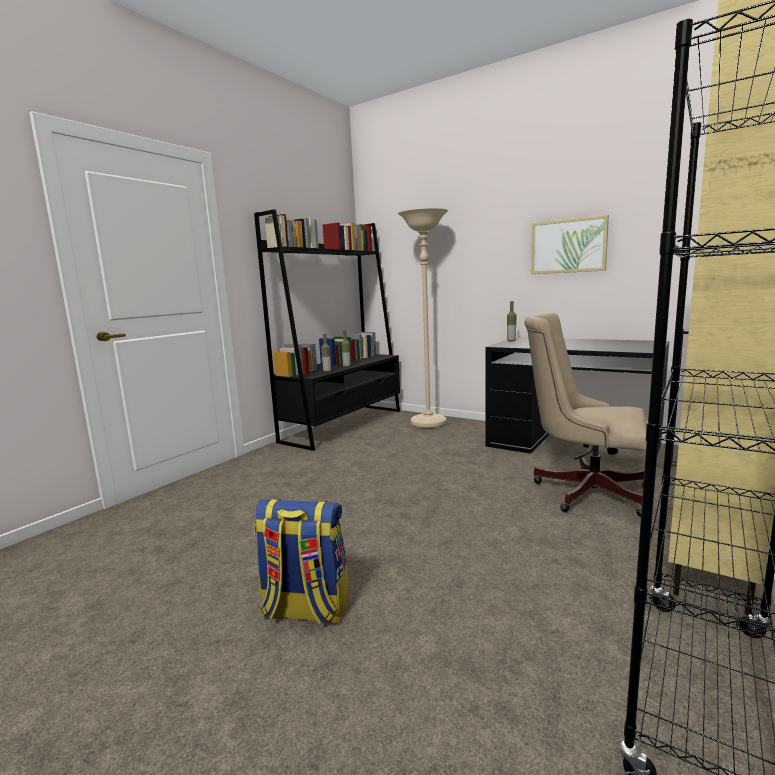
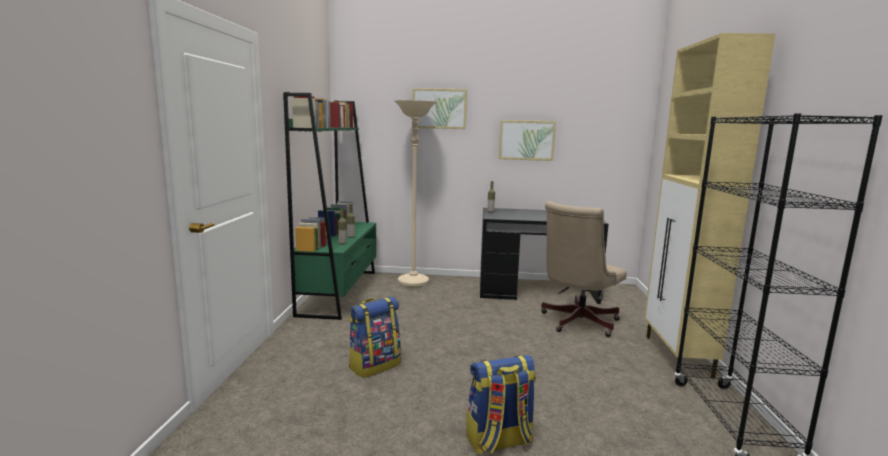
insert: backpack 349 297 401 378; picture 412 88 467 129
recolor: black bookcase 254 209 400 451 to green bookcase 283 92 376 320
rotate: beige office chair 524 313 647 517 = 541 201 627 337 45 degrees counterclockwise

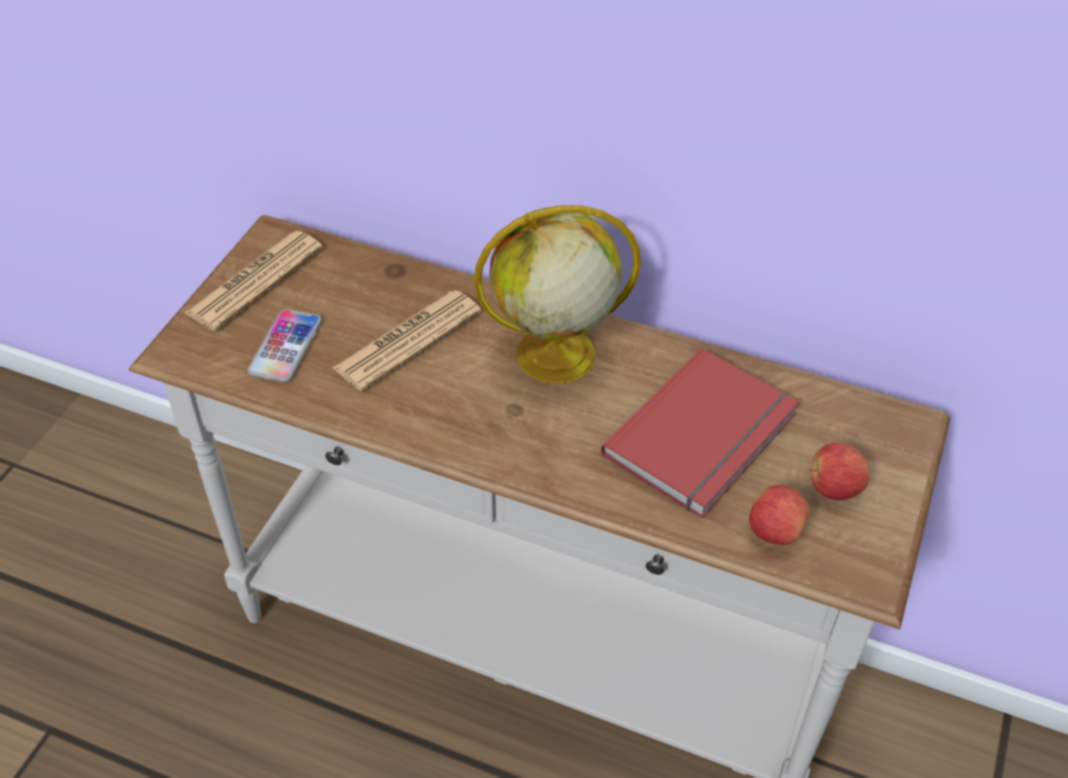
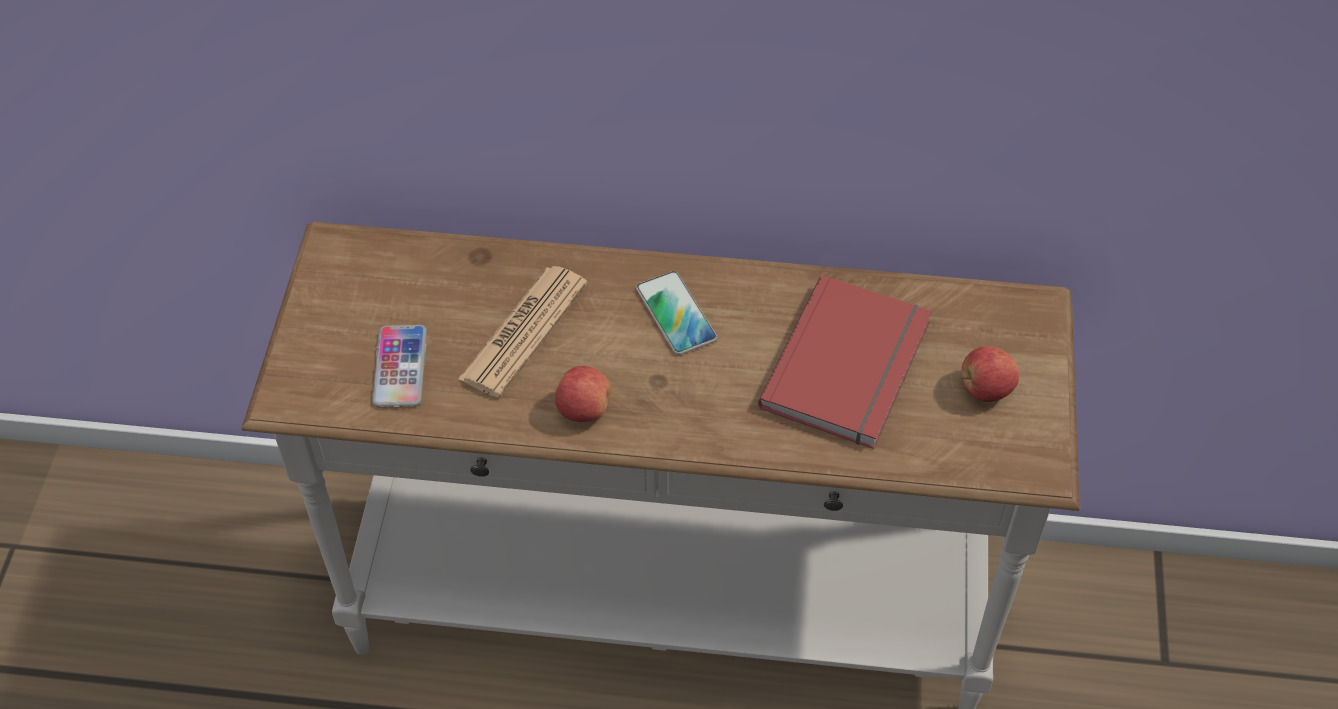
delete: newspaper 185 231 323 331
move: apple 749 485 810 545 to 555 366 611 422
replace: globe 474 205 641 384 to phone 636 271 717 355

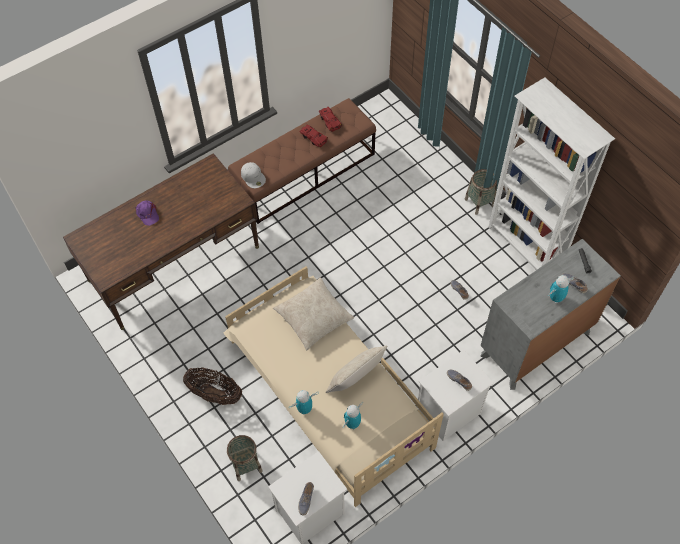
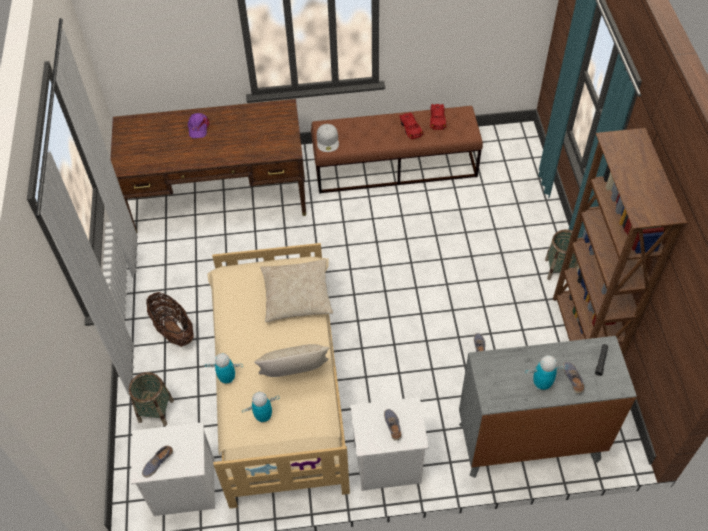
recolor: white bookcase 488 77 615 270 to brown bookcase 553 128 687 357

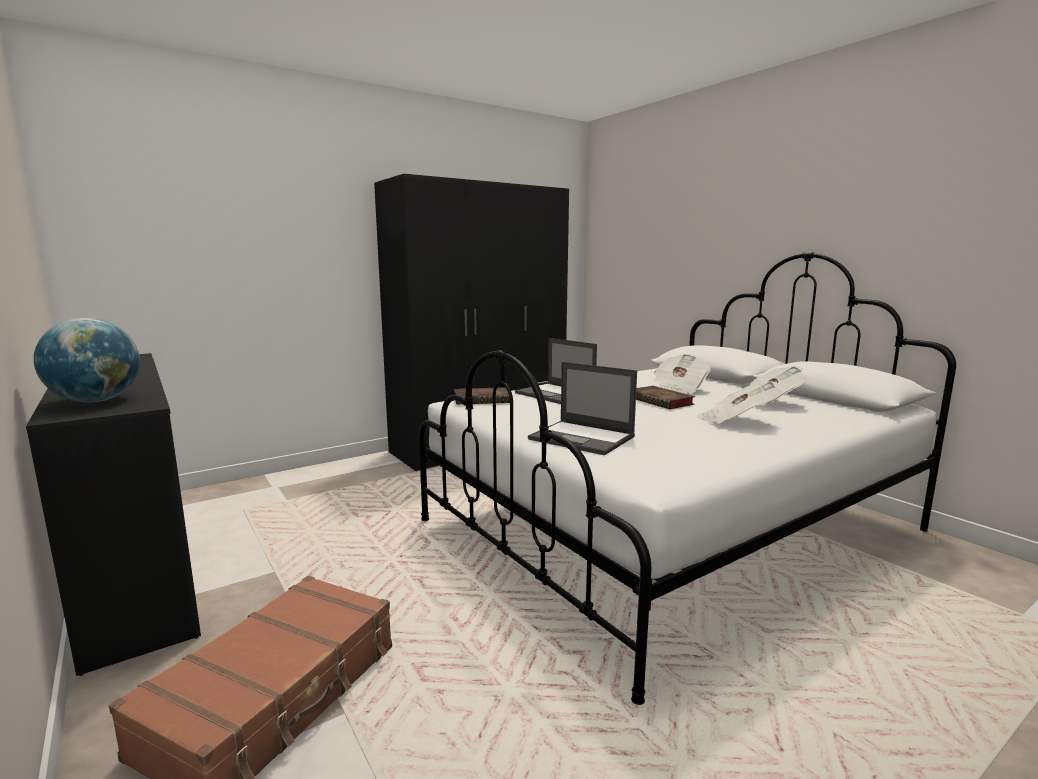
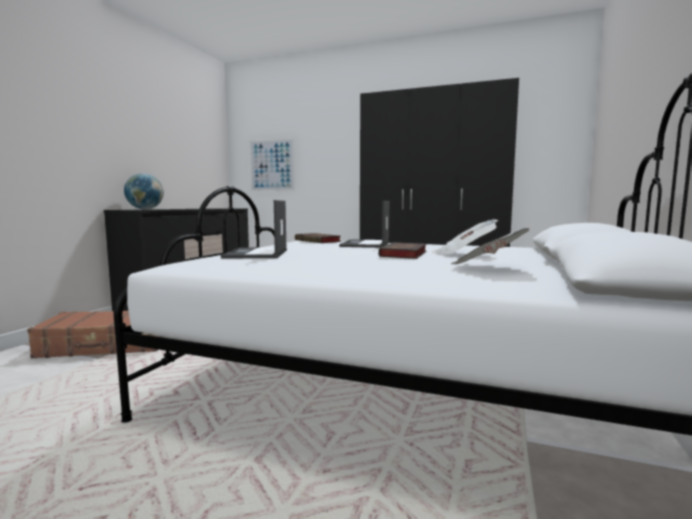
delete: newspaper 697 381 778 424
insert: picture 250 138 295 191

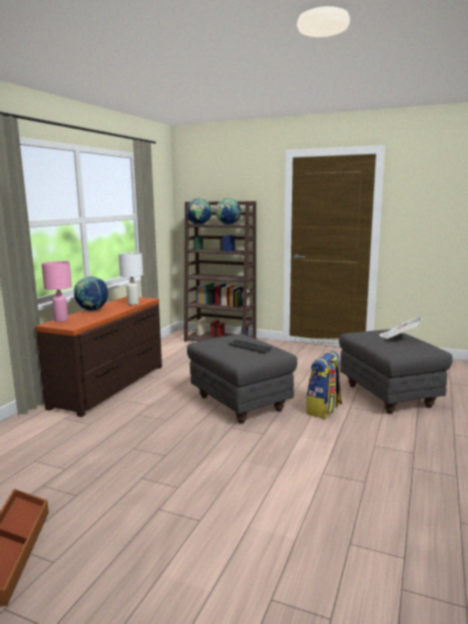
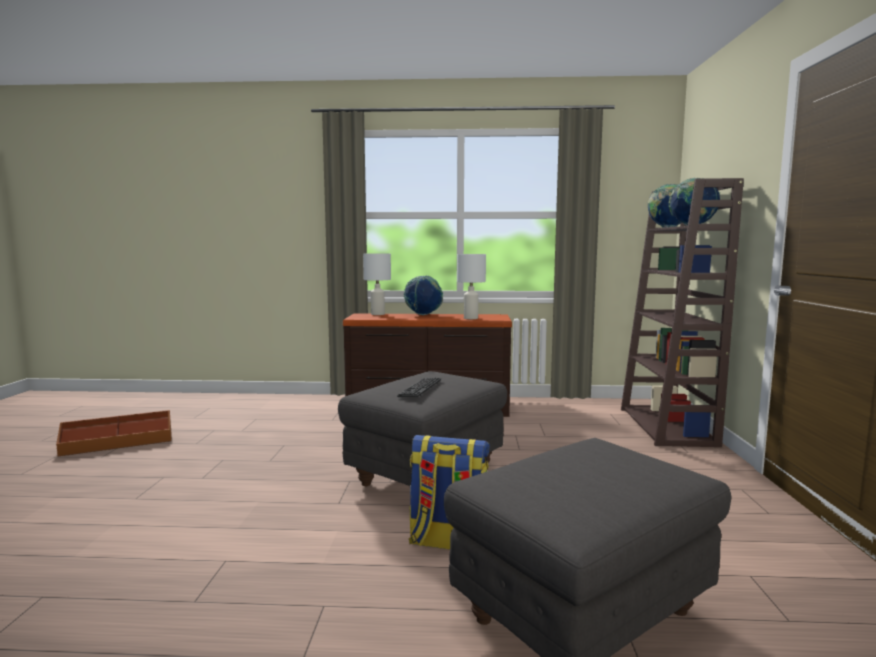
delete: newspaper 379 317 423 339
recolor: pink table lamp 42 261 72 322 to white table lamp 363 253 391 315

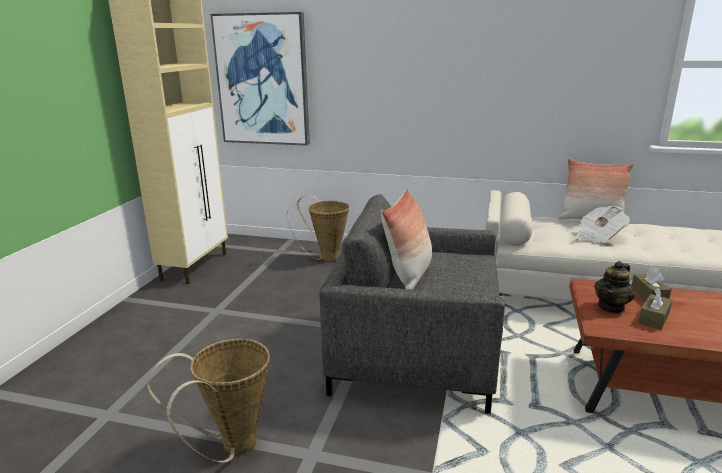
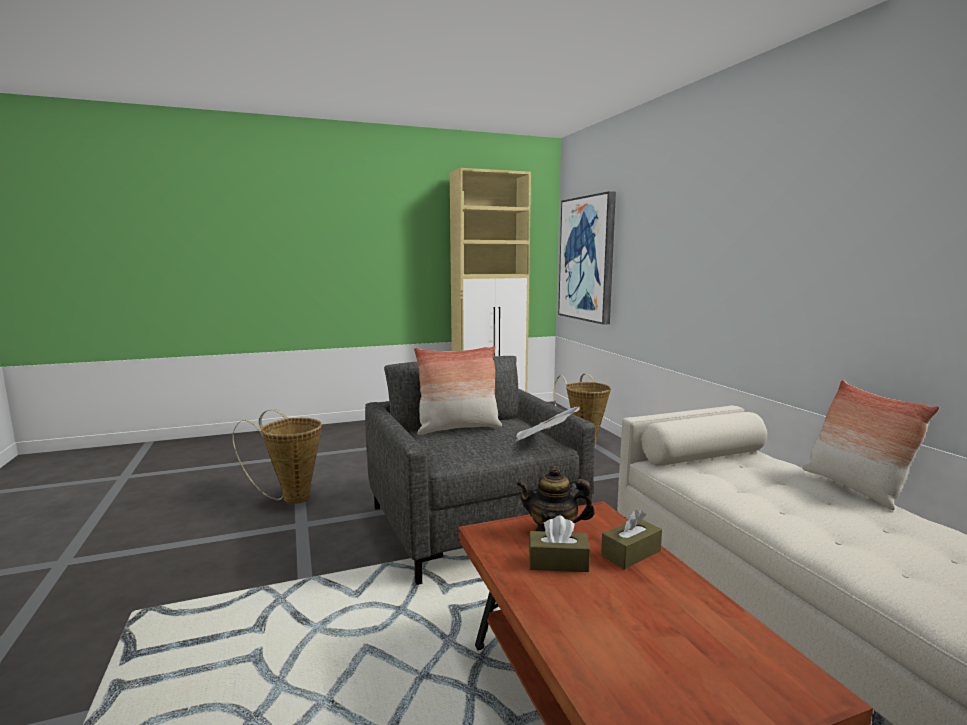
move: newspaper 576 206 630 243 to 515 407 580 442

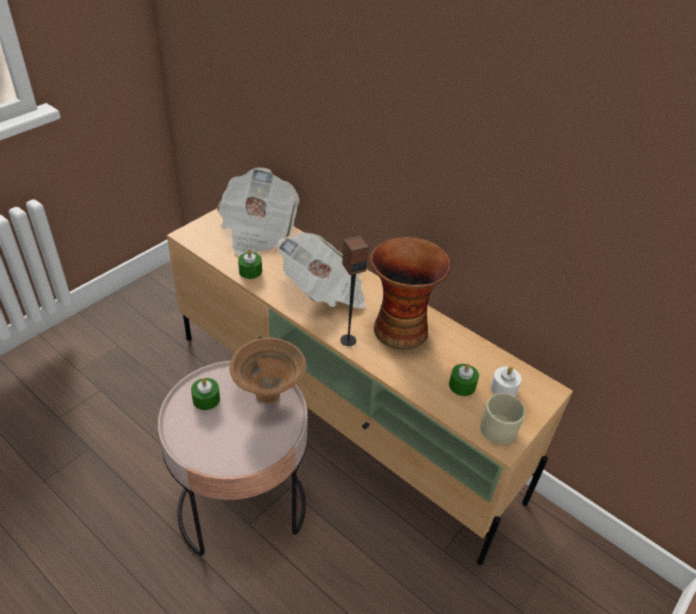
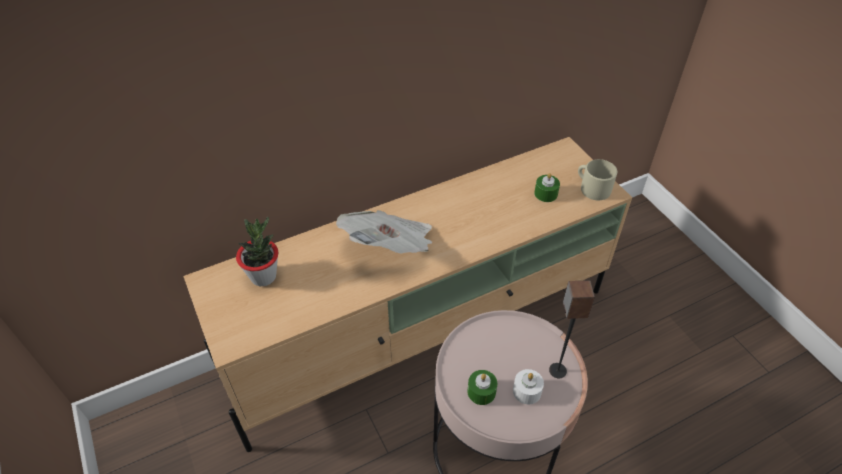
delete: brown bowl 230 337 307 403; green candle 238 249 262 279; vase 370 237 451 349
move: white candle 490 367 521 397 to 513 369 544 404; speaker 340 236 369 346 to 549 280 595 378
replace: newspaper 218 168 300 256 to potted plant 236 217 278 286

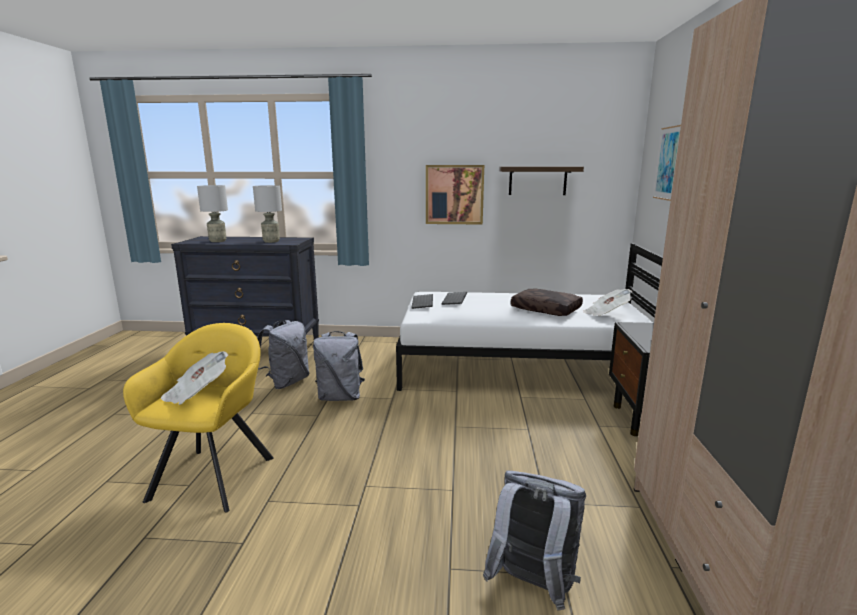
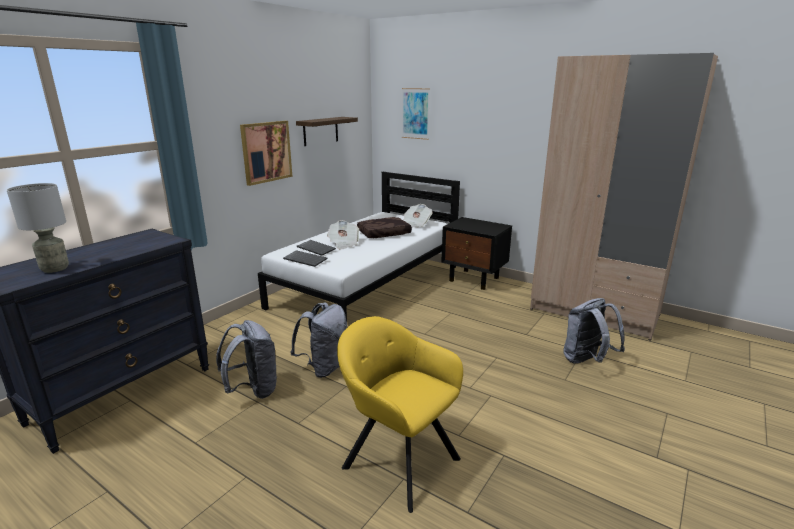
delete: grey table lamp 253 185 282 243
move: newspaper 161 351 228 405 to 327 220 360 249

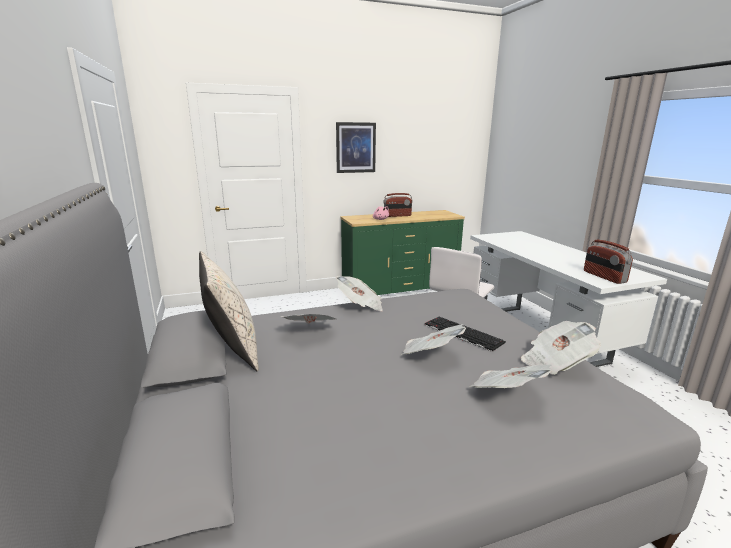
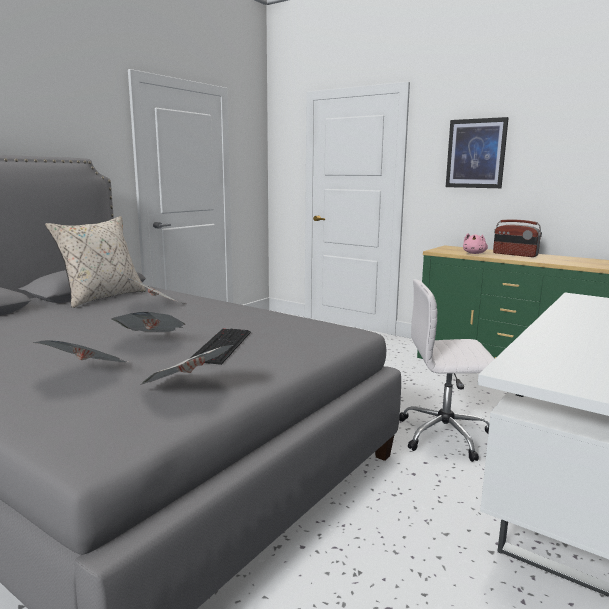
delete: newspaper 336 276 383 311; radio 584 240 633 284

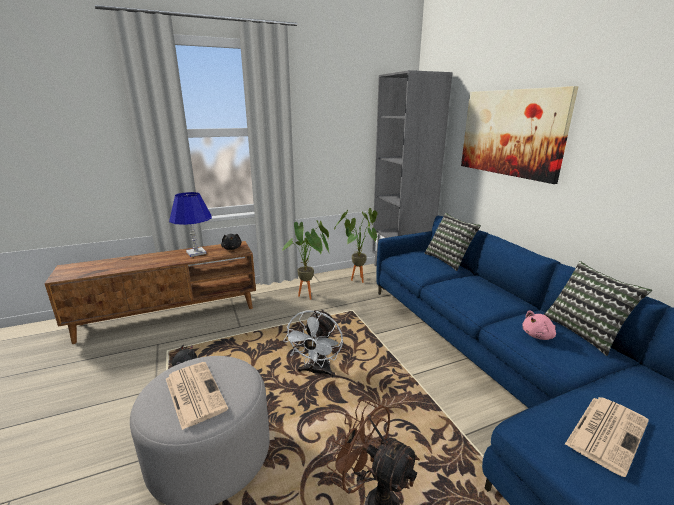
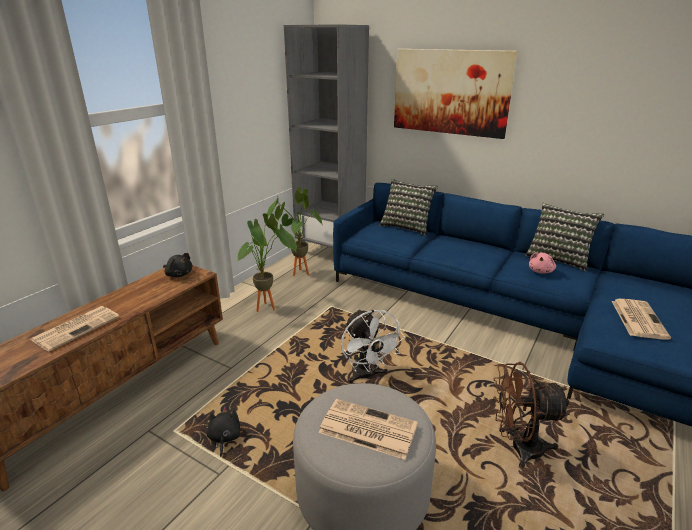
delete: blue table lamp 169 192 212 257
insert: newspaper 31 306 120 352

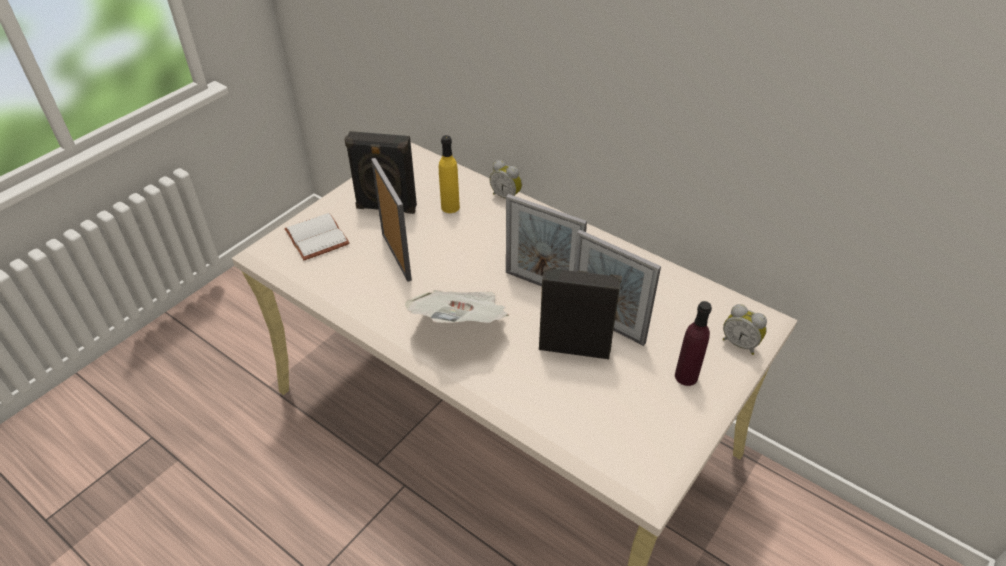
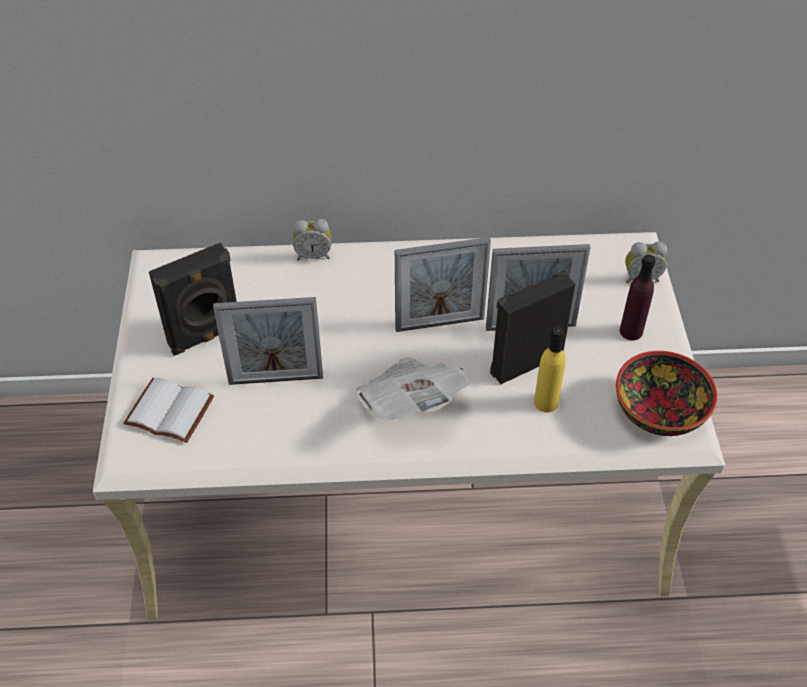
insert: bowl 616 351 717 436
move: yellow bottle 439 135 460 213 to 534 326 566 412
rotate: picture frame 371 158 412 282 = 213 297 323 385 150 degrees clockwise

